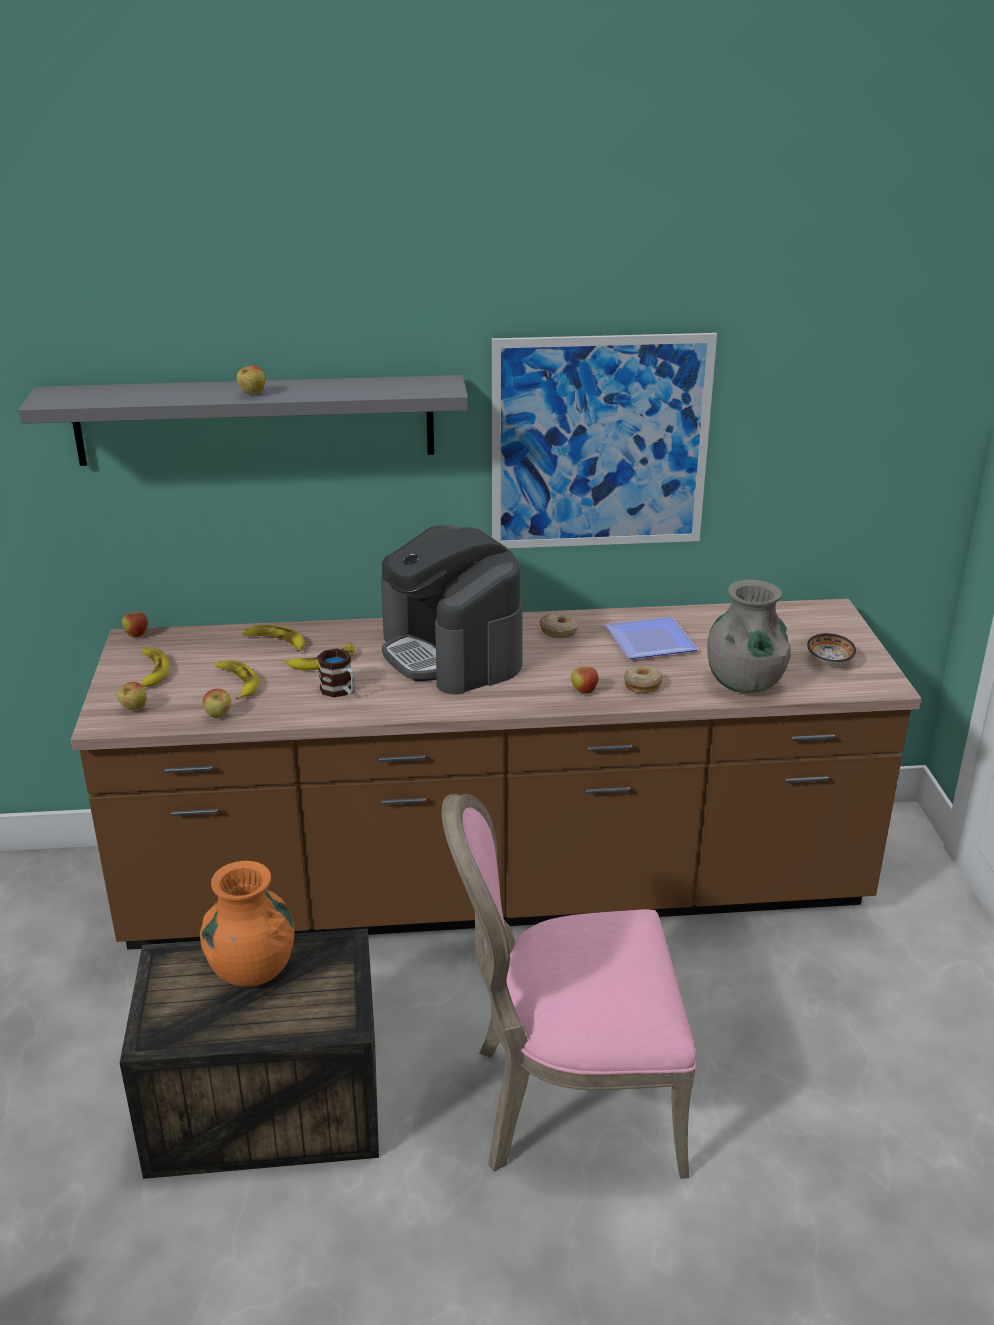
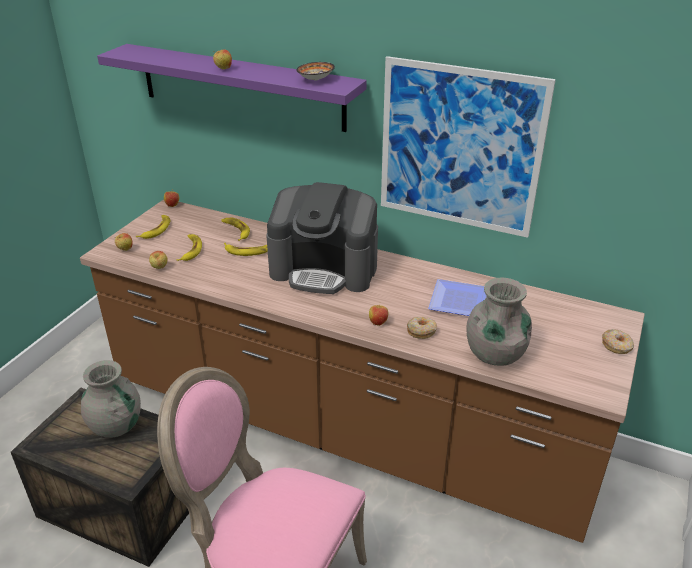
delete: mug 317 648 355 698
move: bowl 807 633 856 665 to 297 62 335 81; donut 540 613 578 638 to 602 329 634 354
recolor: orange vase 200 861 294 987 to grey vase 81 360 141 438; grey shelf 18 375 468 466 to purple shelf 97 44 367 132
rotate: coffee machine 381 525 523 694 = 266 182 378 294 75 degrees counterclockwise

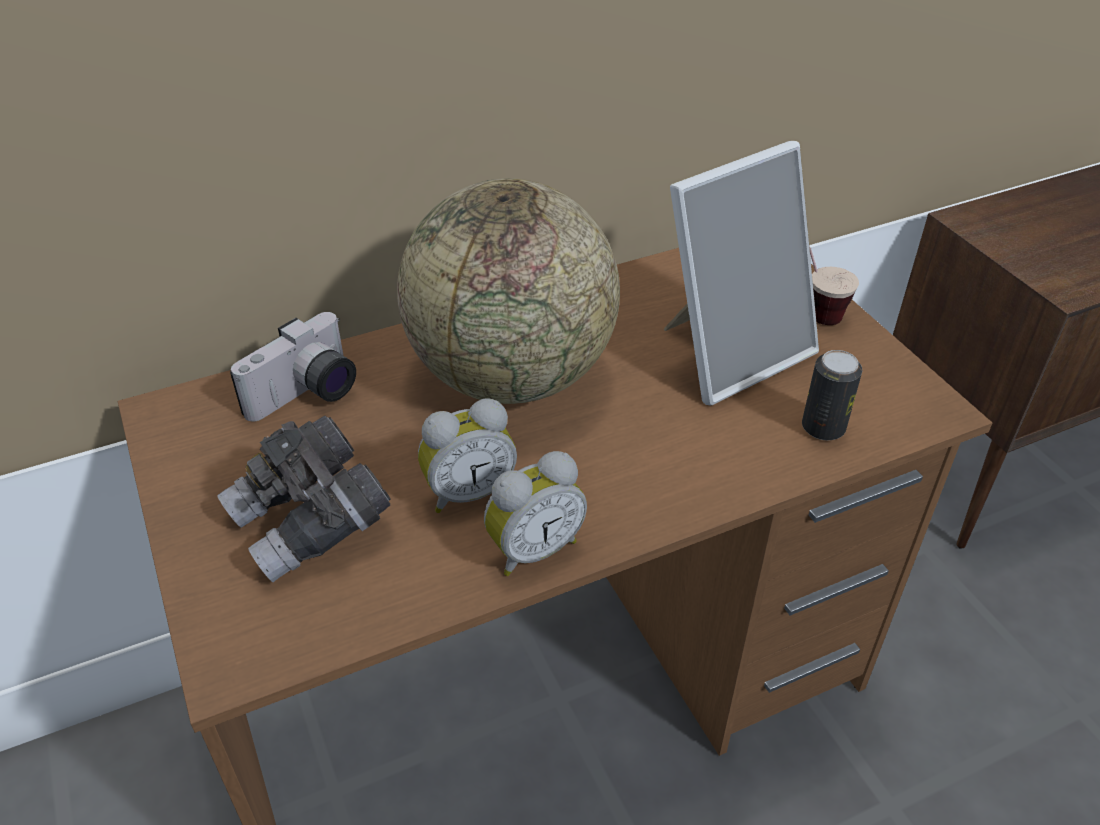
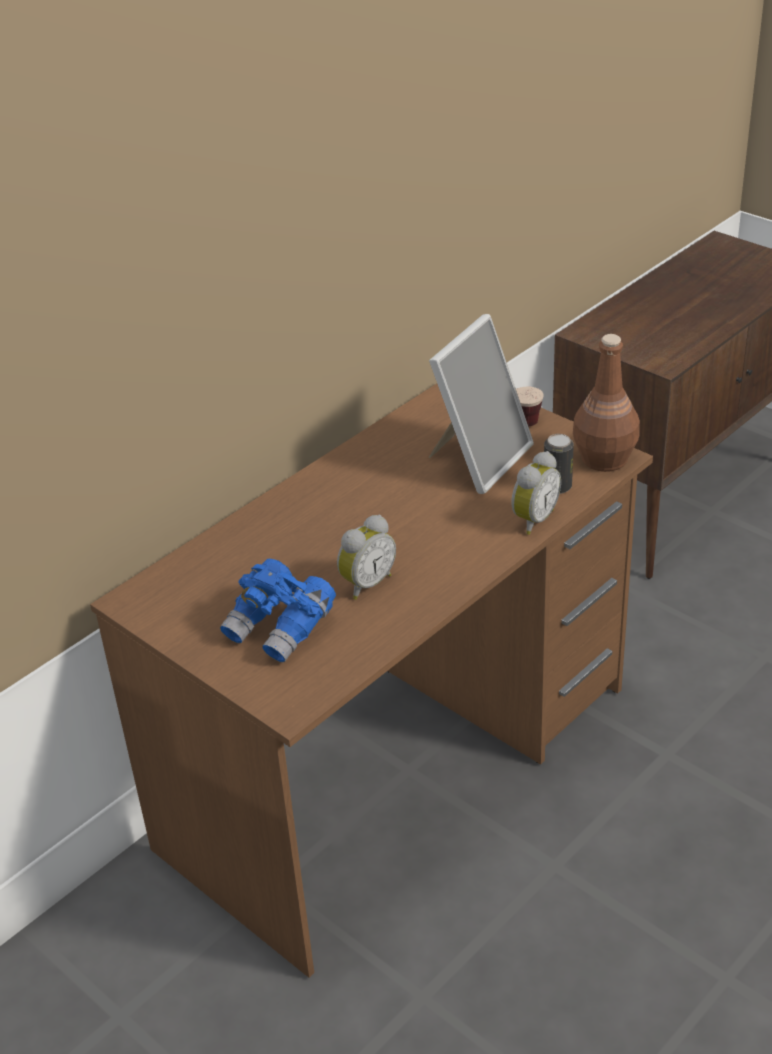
delete: photo camera 230 312 356 422; globe 397 178 620 404
insert: brown bottle 573 334 640 472
move: alarm clock 484 451 587 576 to 511 451 561 535
recolor: grey binoculars 217 416 391 582 to blue binoculars 220 559 336 662

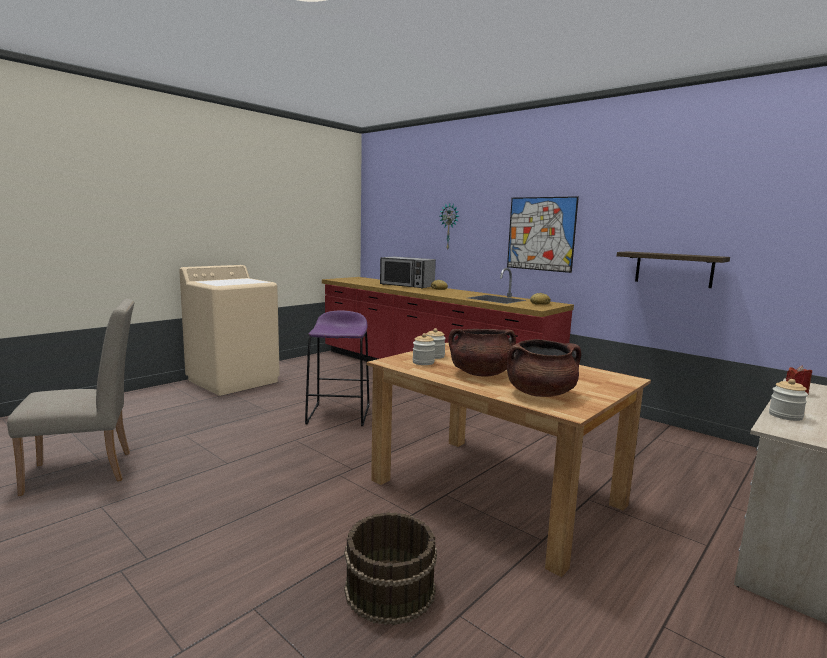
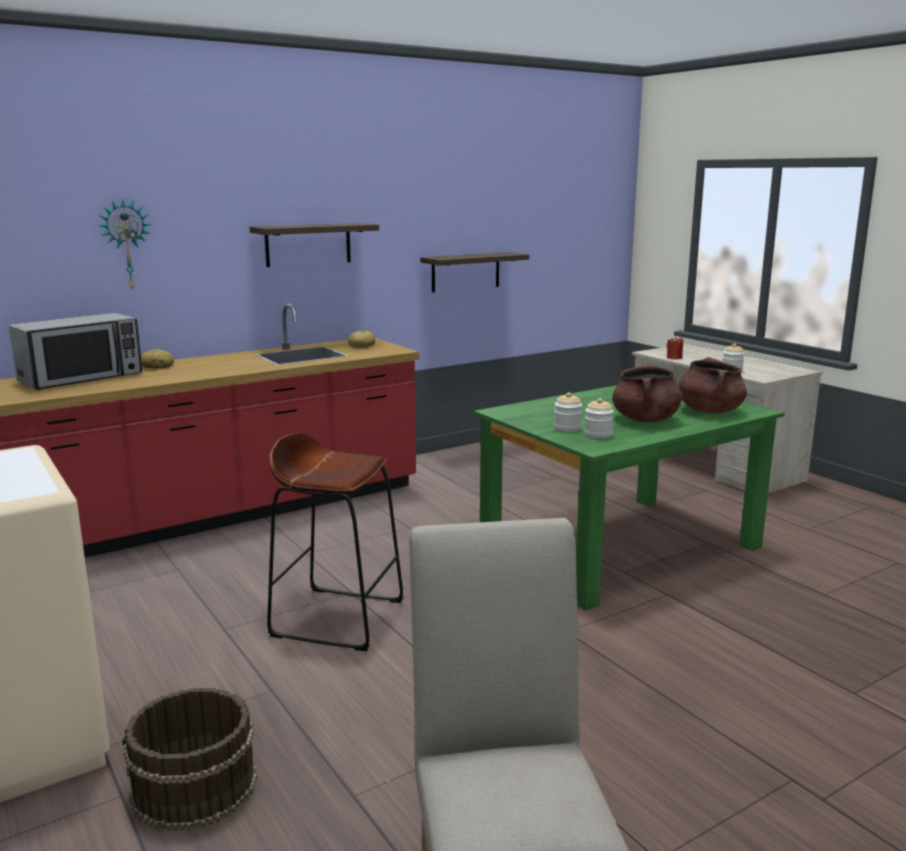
move: brown bucket 344 512 437 625 to 122 688 257 831
replace: picture 507 196 579 273 to shelf 250 223 379 267
recolor: purple stool 305 310 369 426 to brown stool 267 433 403 651; brown dining table 367 342 651 577 to green dining table 474 385 785 610

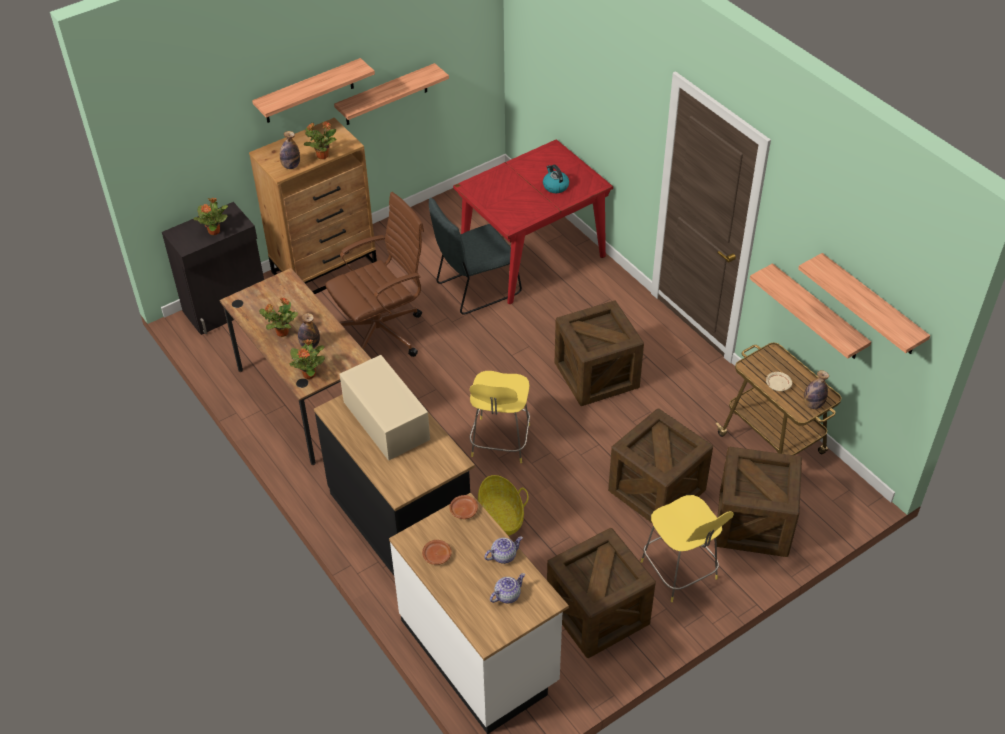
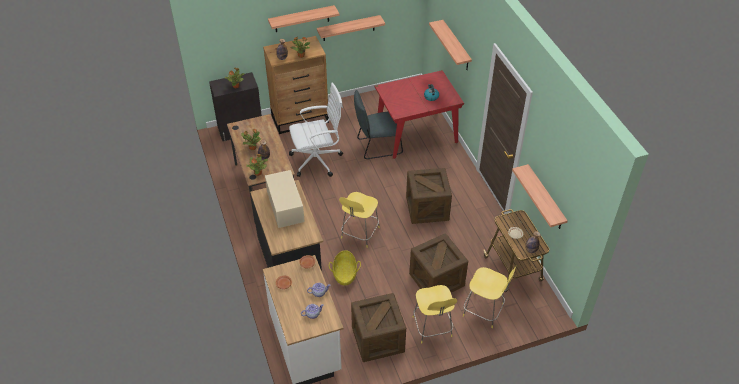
move: shelf 798 253 930 354 to 429 20 472 70
replace: crate 716 447 802 557 to yellow stool 463 265 517 328
recolor: brown office chair 325 192 424 357 to white office chair 289 83 343 177

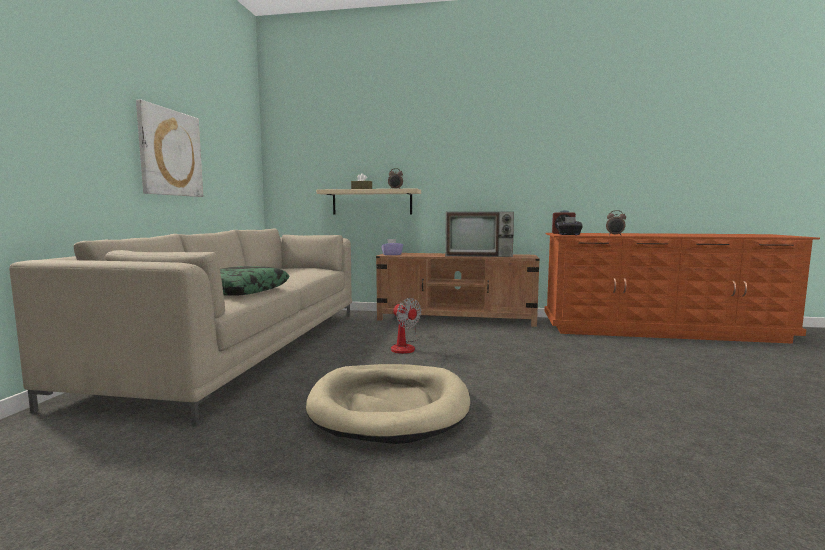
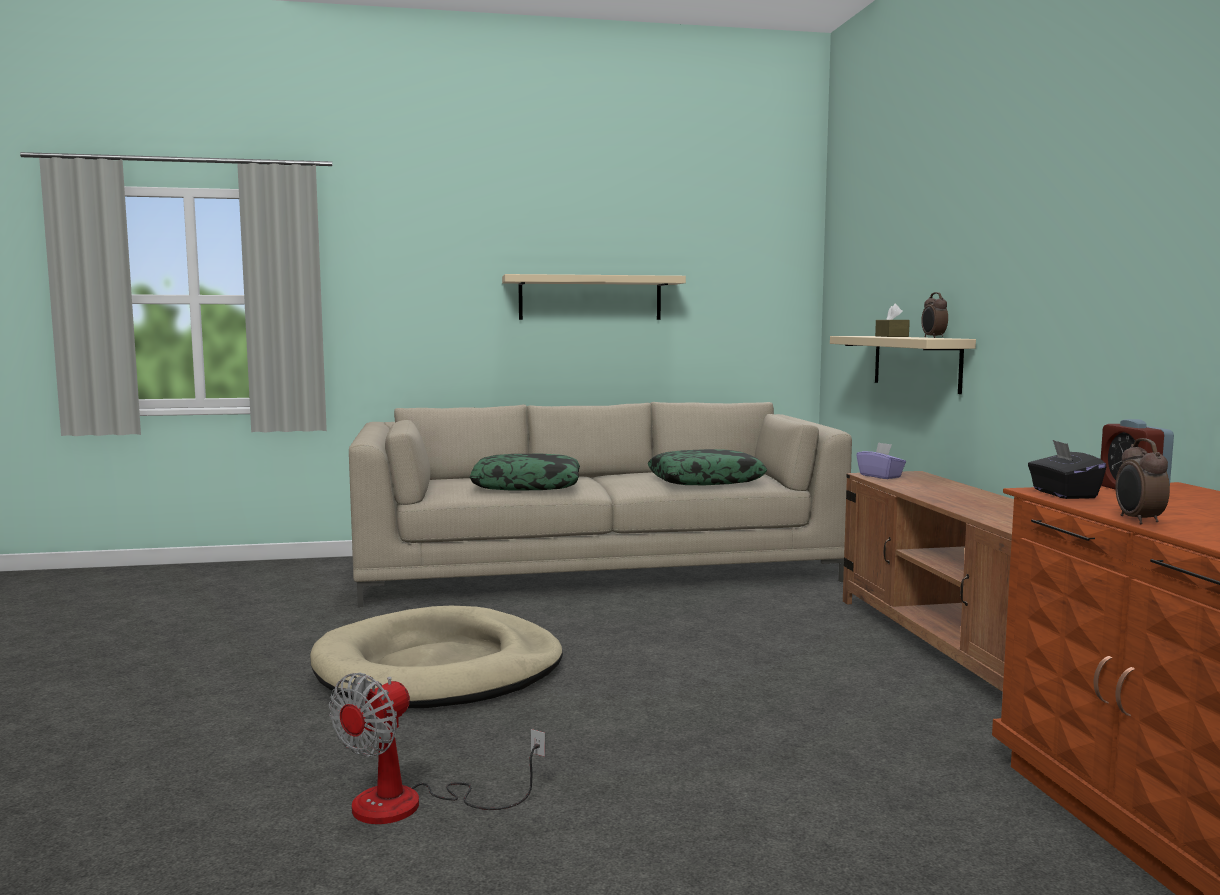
delete: television 445 212 514 257
insert: pillow 648 449 767 485
move: fan 391 298 421 354 to 329 673 545 824
replace: picture 136 99 203 197 to beige shelf 502 274 686 320

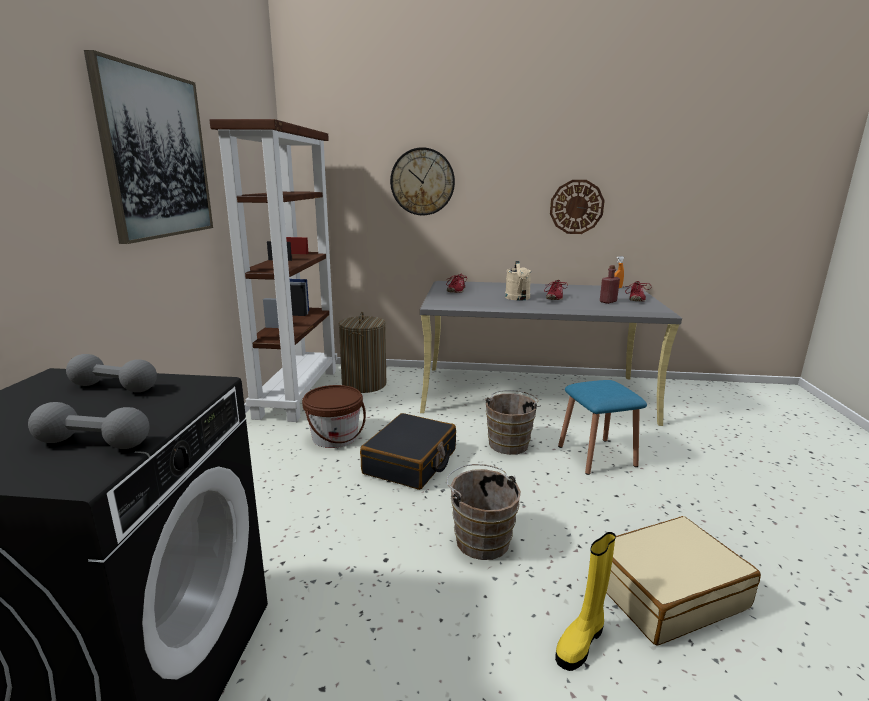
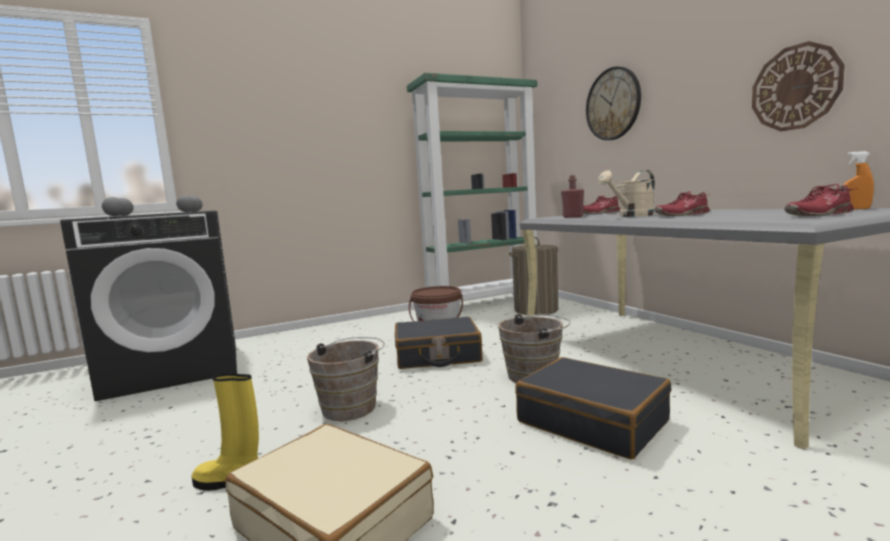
delete: picture 84 50 213 244
move: red bottle 600 265 620 304 to 561 175 584 218
replace: blue stool 558 380 647 475 to black suitcase 515 357 671 459
recolor: brown bookcase 209 119 337 422 to green bookcase 407 73 537 301

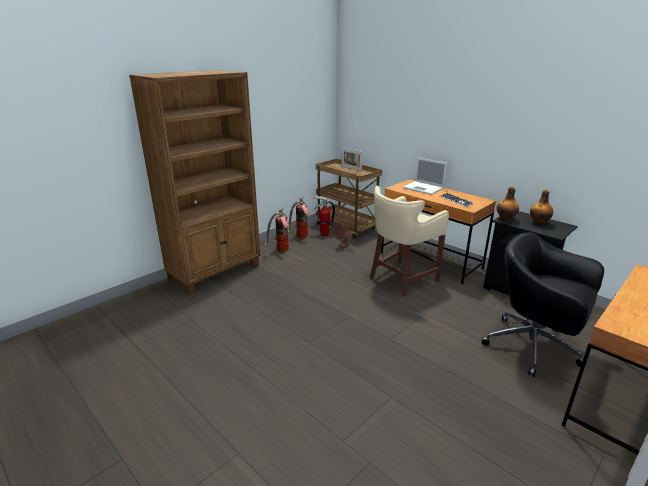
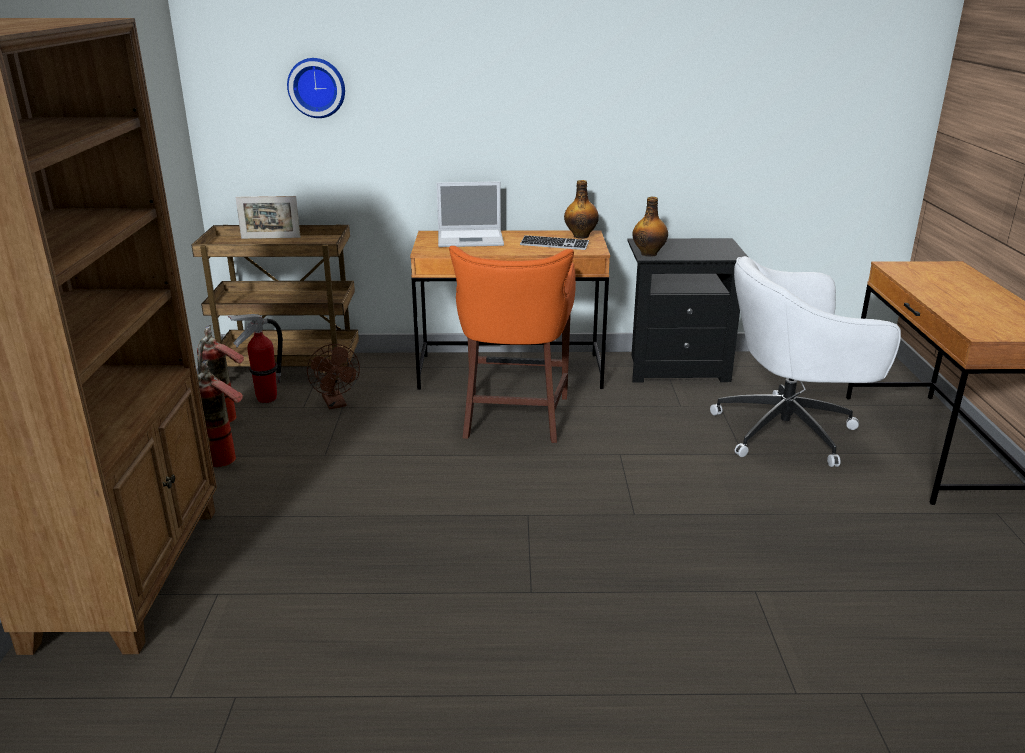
insert: wall clock 287 58 345 118
move: bottle 530 190 553 225 to 564 180 599 239
recolor: beige stool 370 186 449 297 to orange stool 449 246 576 443; black office chair 482 232 604 377 to white office chair 710 256 901 467

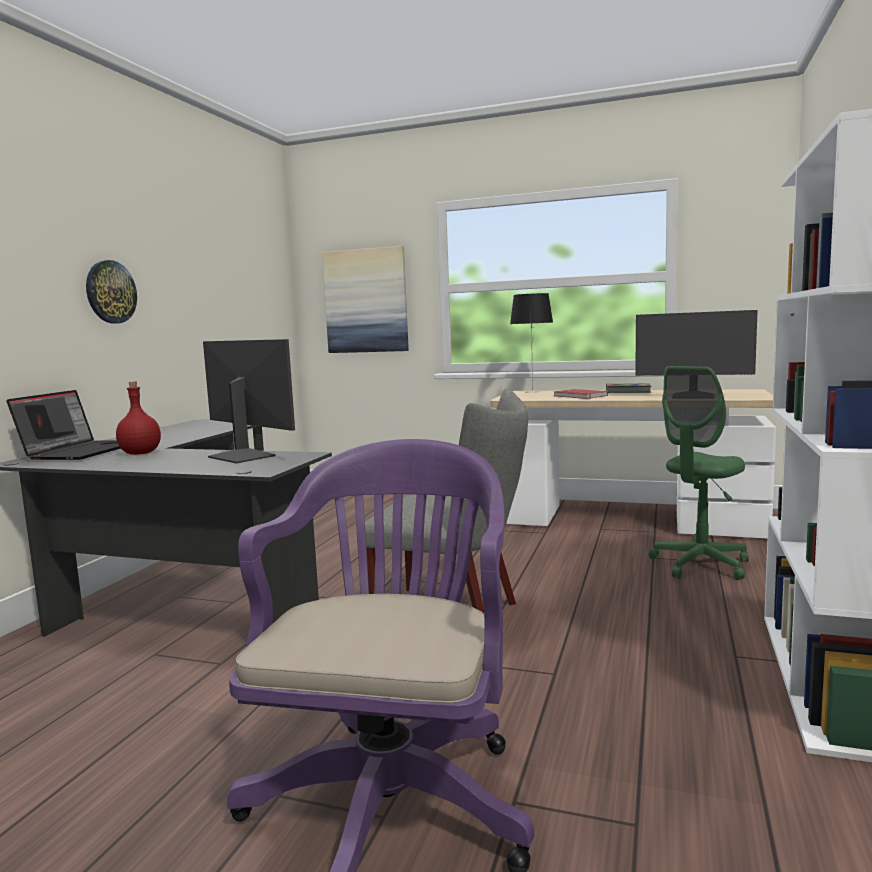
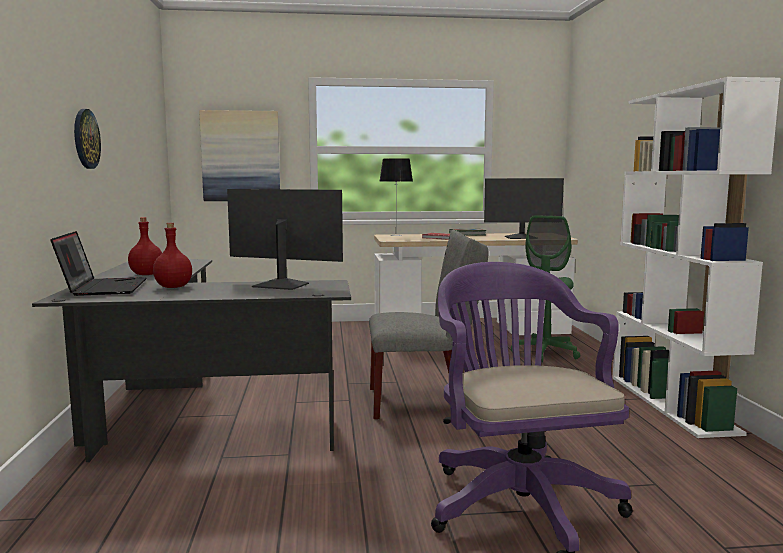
insert: red bottle 128 217 162 275

